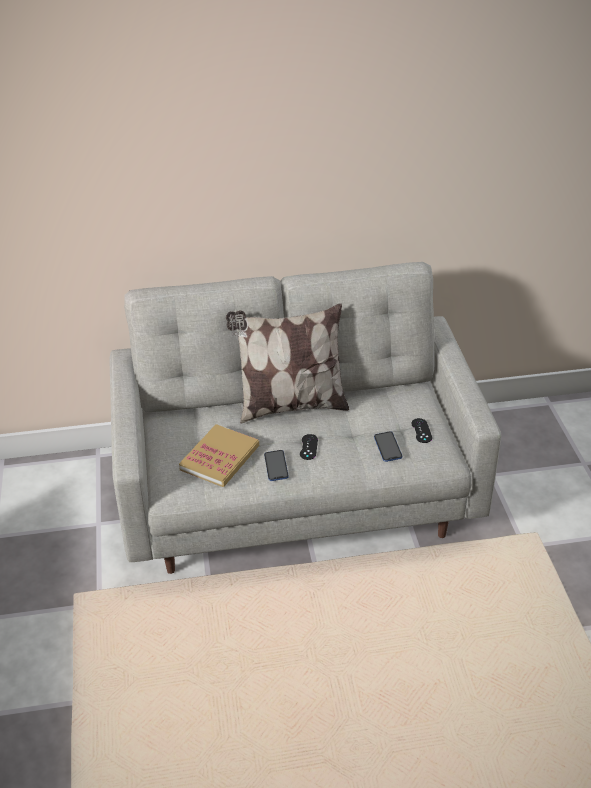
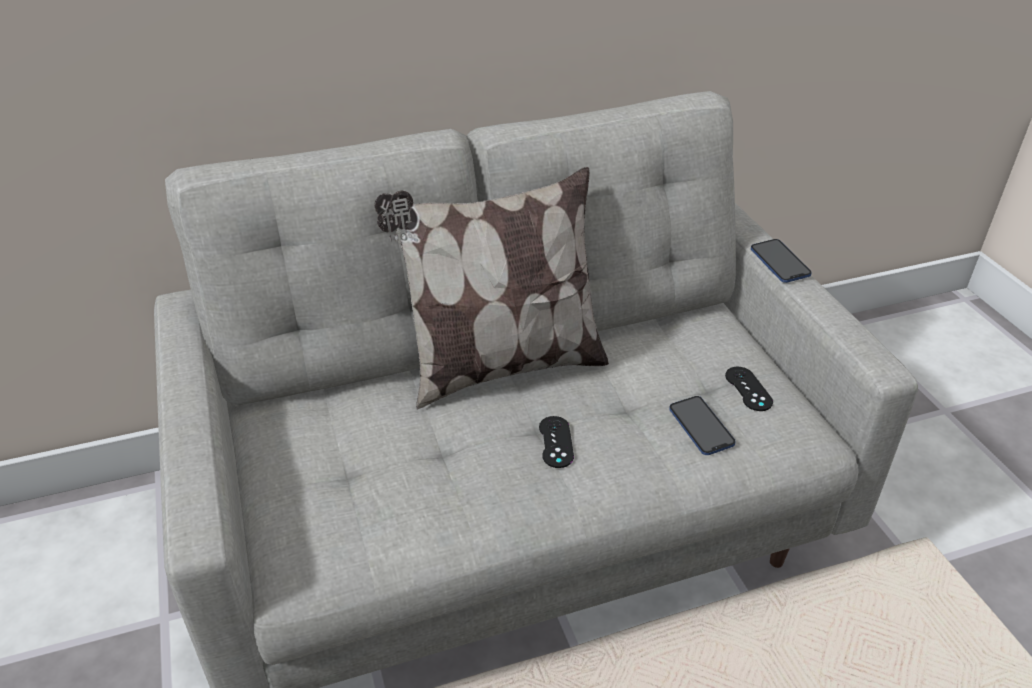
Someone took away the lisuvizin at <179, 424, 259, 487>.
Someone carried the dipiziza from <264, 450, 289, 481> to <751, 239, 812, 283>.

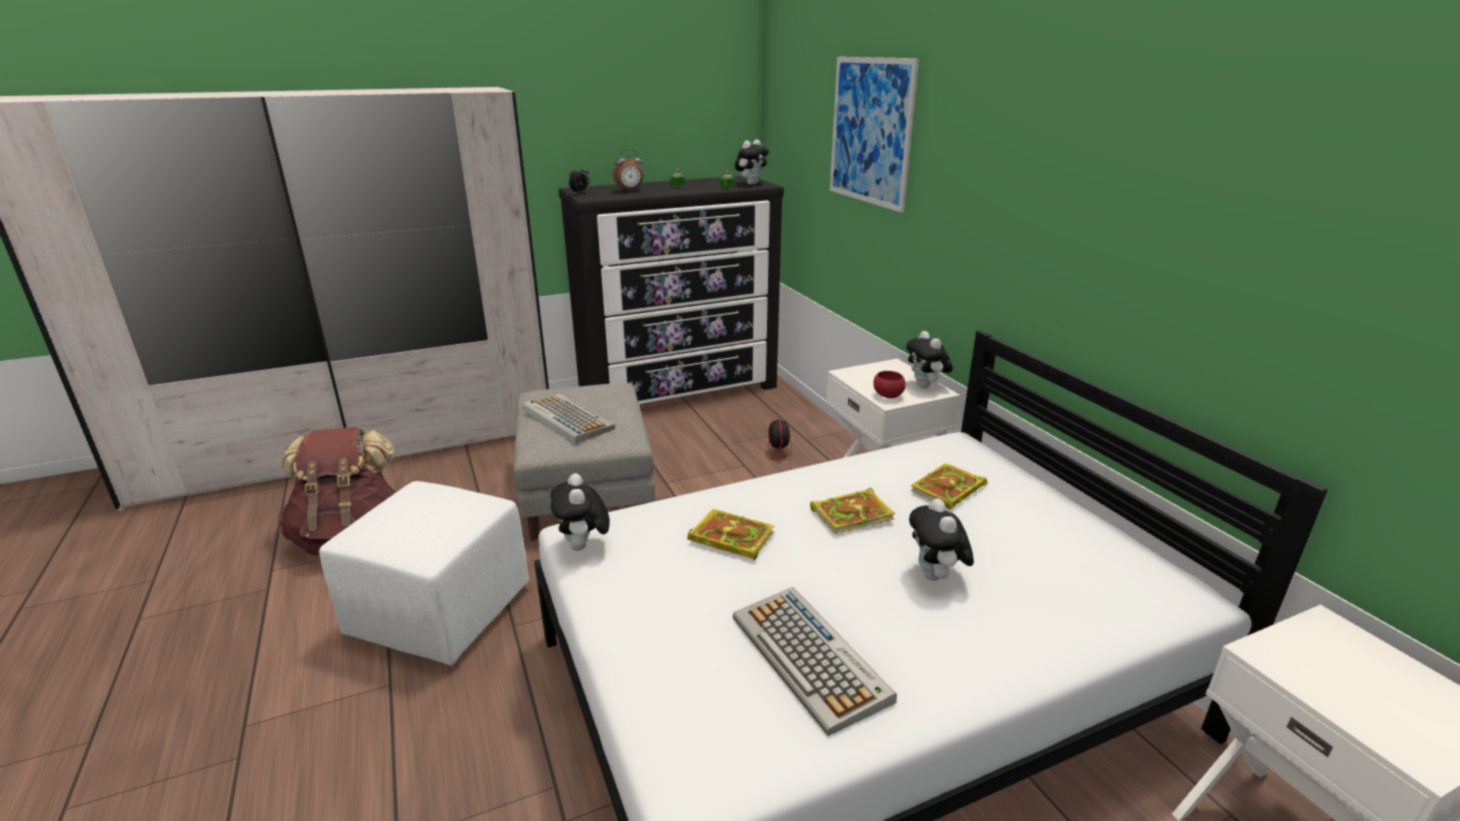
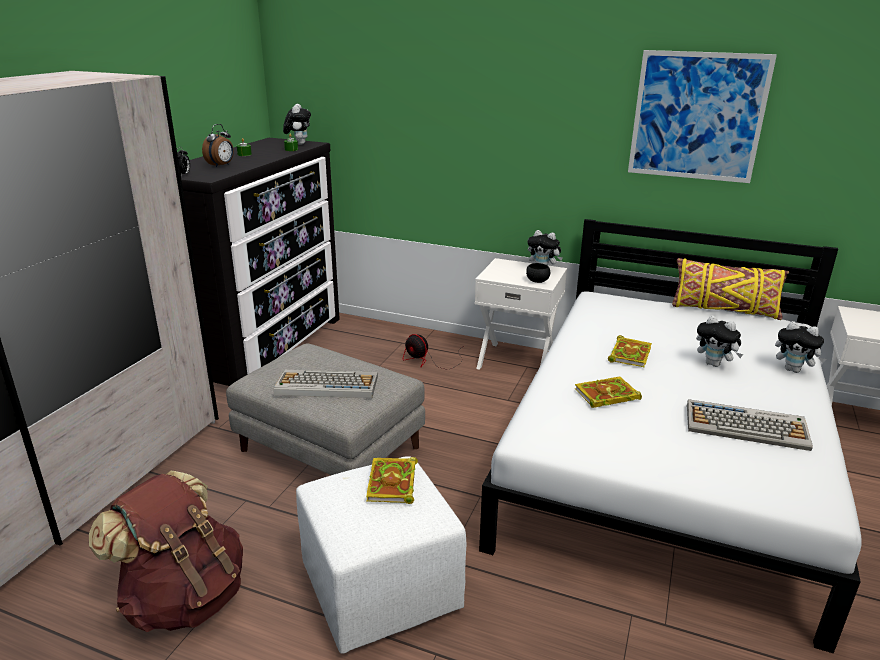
Someone carried the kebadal from <551, 473, 610, 551> to <775, 321, 826, 373>.
Someone carried the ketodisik from <830, 57, 919, 213> to <628, 50, 777, 183>.
Someone repainted the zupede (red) at <873, 371, 906, 398>, which became the zupede (black) at <526, 263, 550, 283>.
Someone carried the lisuvizin from <910, 463, 987, 509> to <366, 457, 418, 504>.
Someone put down the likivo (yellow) at <672, 258, 789, 320>.

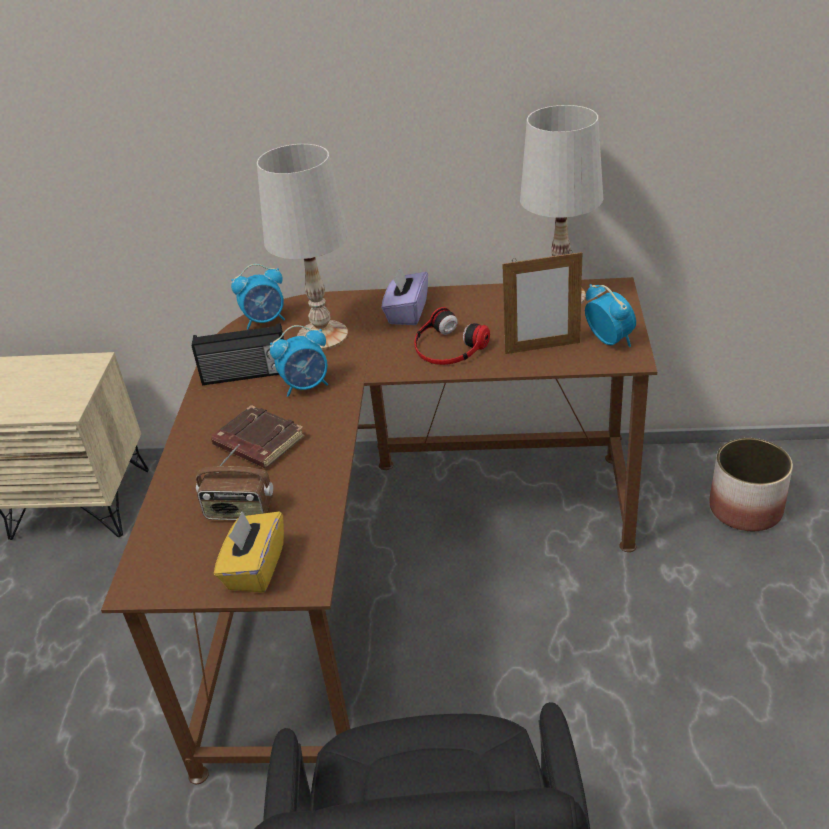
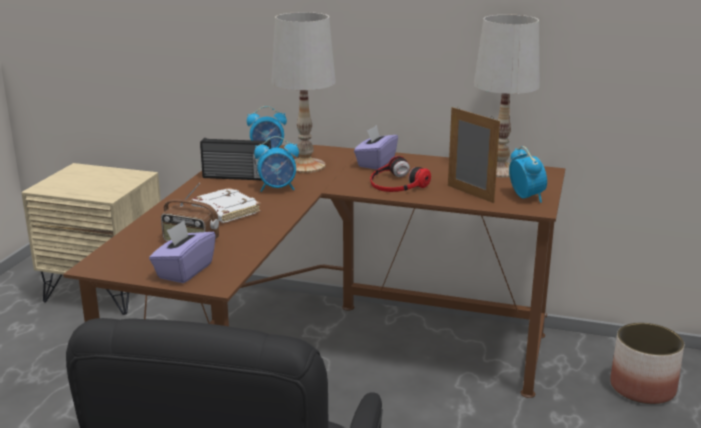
Someone repainted the lisuvizin (brown) at <211, 405, 305, 468>, which became the lisuvizin (white) at <191, 188, 261, 223>.
Someone repainted the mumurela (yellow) at <214, 511, 284, 593>, which became the mumurela (purple) at <149, 220, 216, 283>.
Someone rotated the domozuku at <502, 250, 582, 354> by 135 degrees counterclockwise.

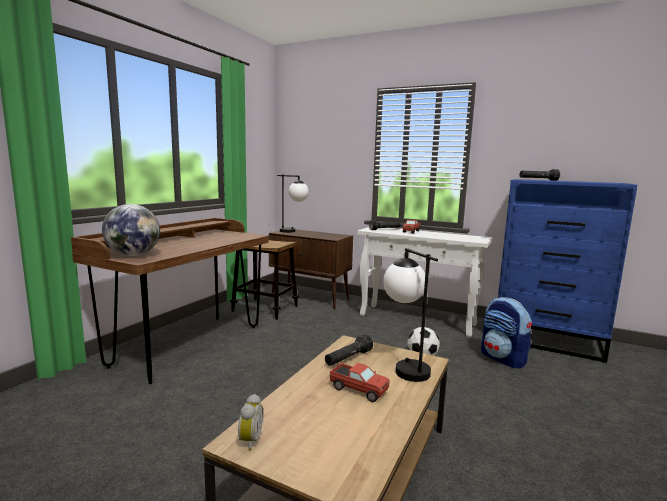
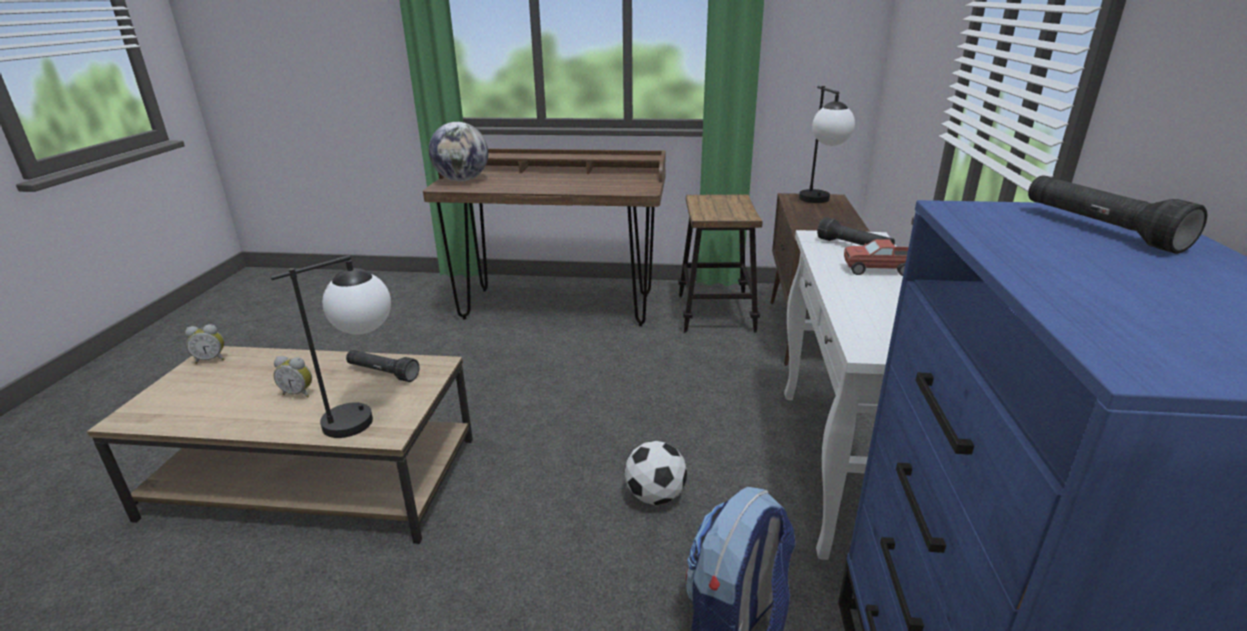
Someone swapped the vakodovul at <330, 363, 390, 402> for the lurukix at <274, 356, 312, 398>.

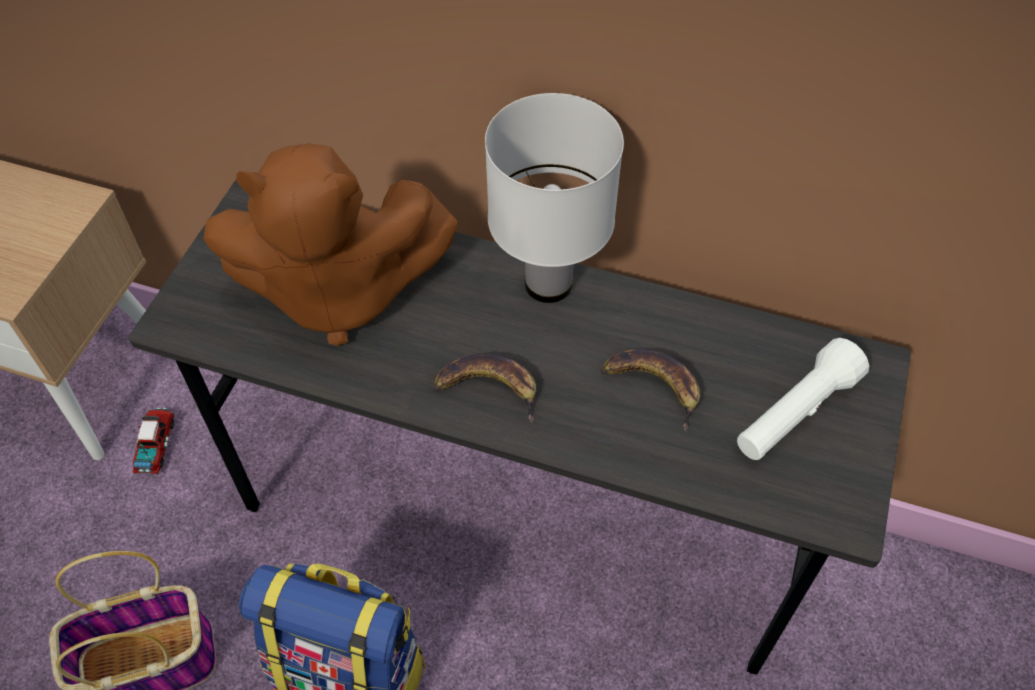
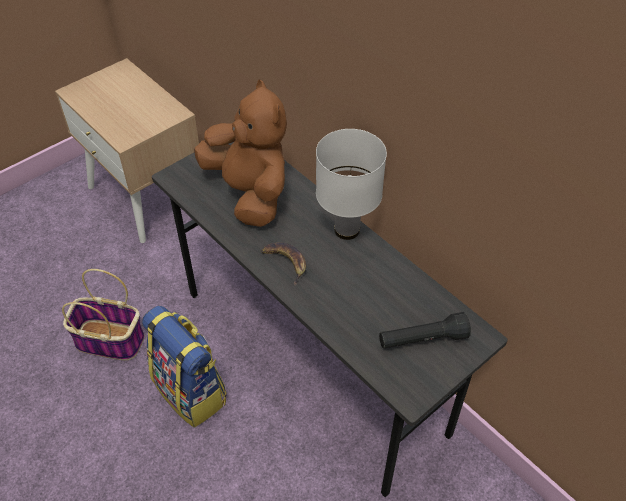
Someone took away the vakodovul at <133, 407, 174, 474>.
Someone rotated the kebadal (brown) at <203, 143, 457, 346> by 150 degrees counterclockwise.
Someone took away the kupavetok at <600, 349, 700, 431>.
Someone repainted the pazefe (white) at <737, 338, 869, 460>, which became the pazefe (black) at <379, 312, 471, 349>.

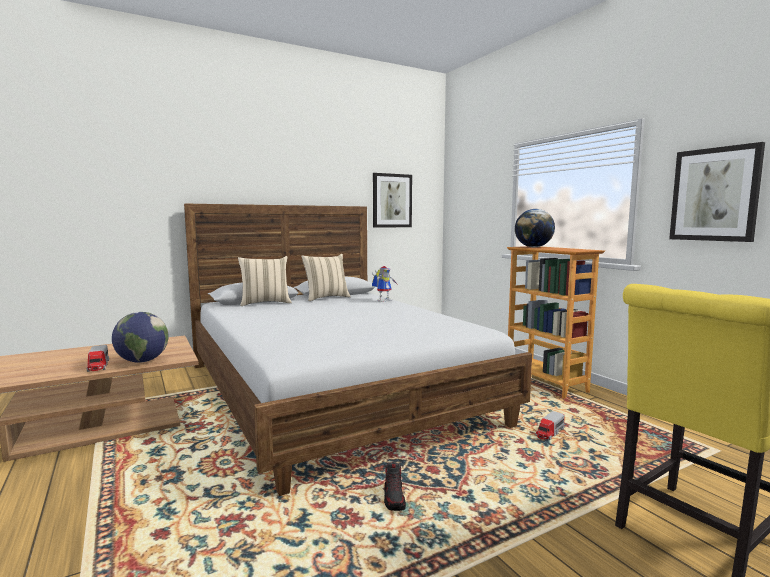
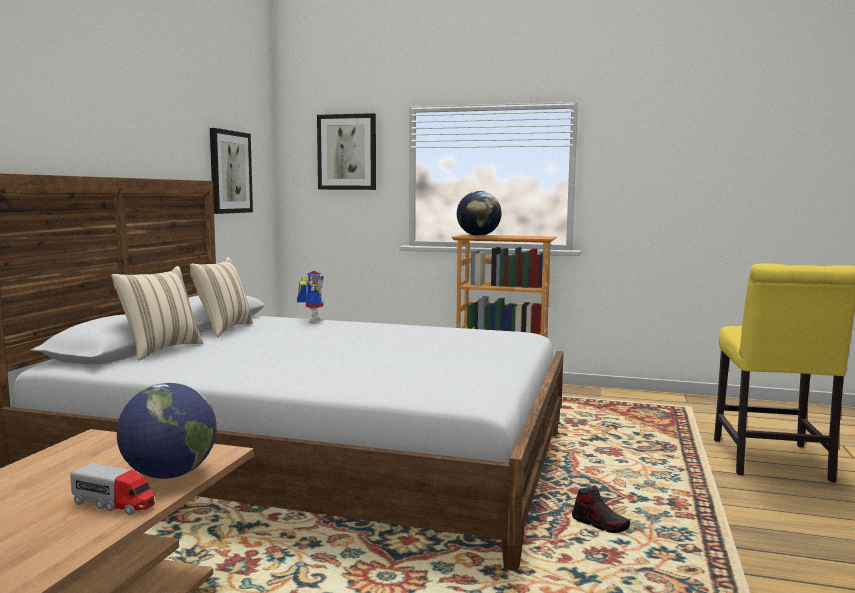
Someone took away the vakodovul at <535, 411, 565, 440>.
Someone carried the ketodisik from <669, 142, 765, 242> to <317, 113, 376, 190>.

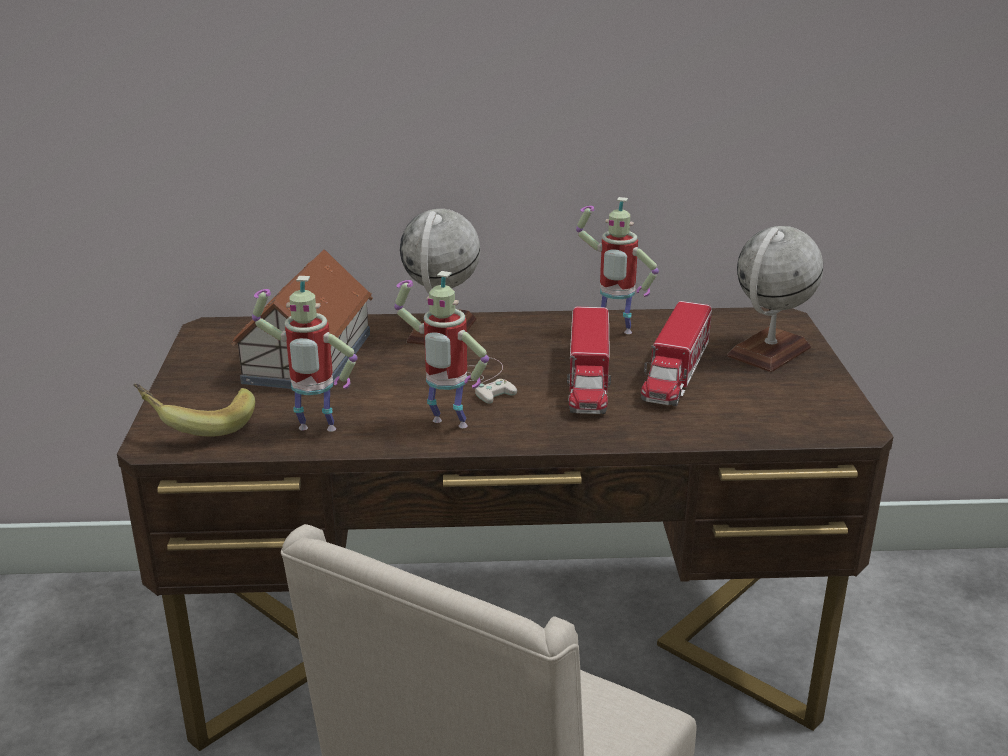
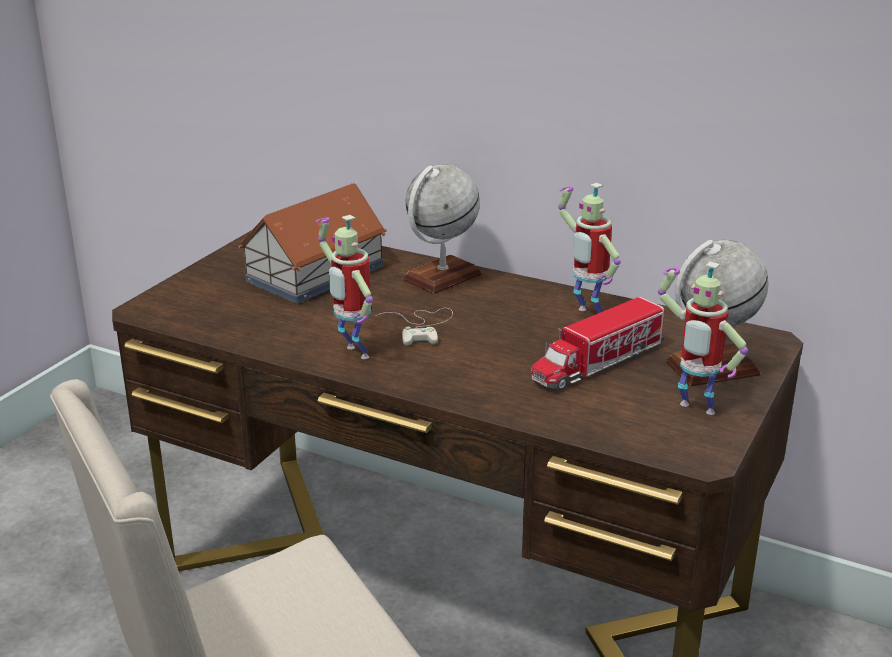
Someone took away the kupavetok at <133, 384, 255, 437>.
Someone carried the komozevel from <252, 276, 357, 432> to <658, 262, 748, 415>.
Someone took away the vakodovul at <567, 307, 611, 414>.

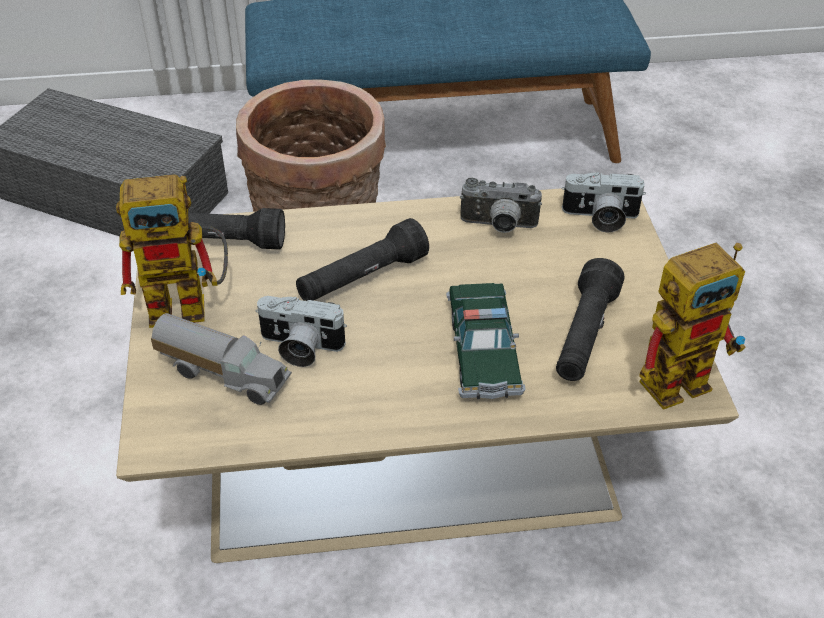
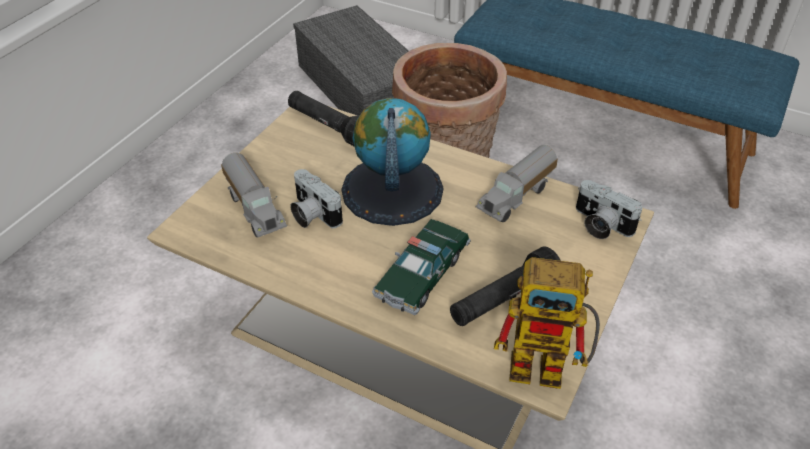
Someone took away the komozevel at <116, 174, 228, 328>.
Someone swapped the pazefe (black) at <296, 218, 429, 301> for the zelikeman at <341, 98, 444, 226>.
Someone swapped the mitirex at <460, 178, 542, 233> for the vakodovul at <476, 145, 558, 222>.

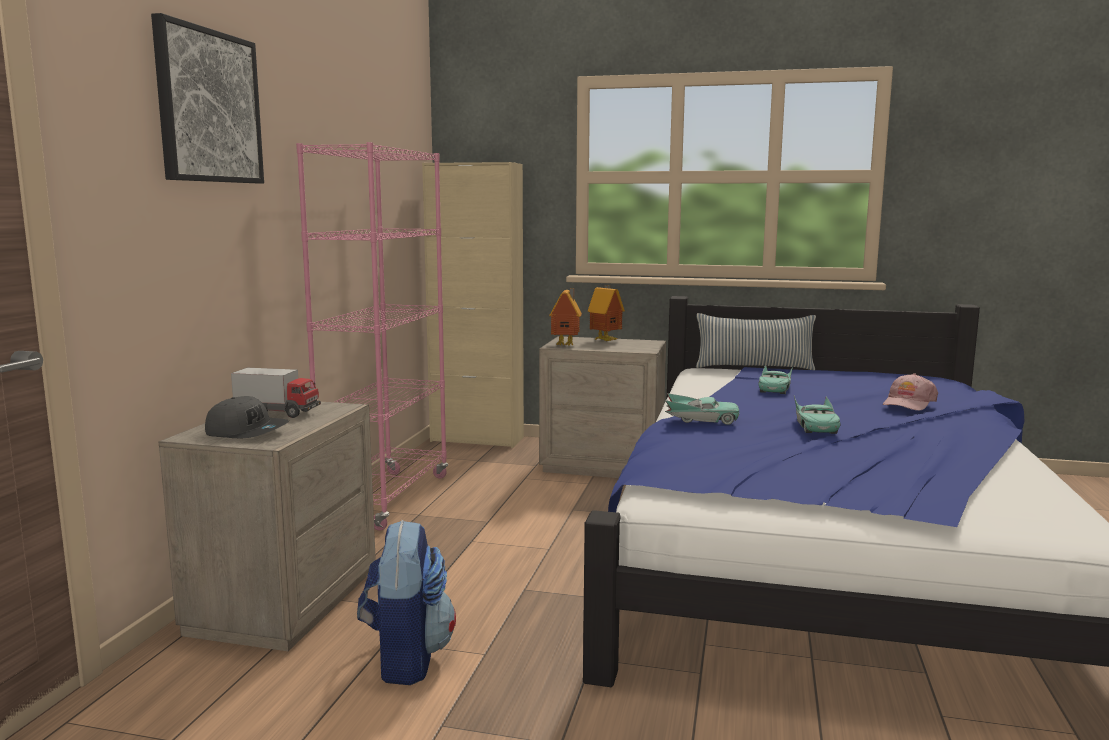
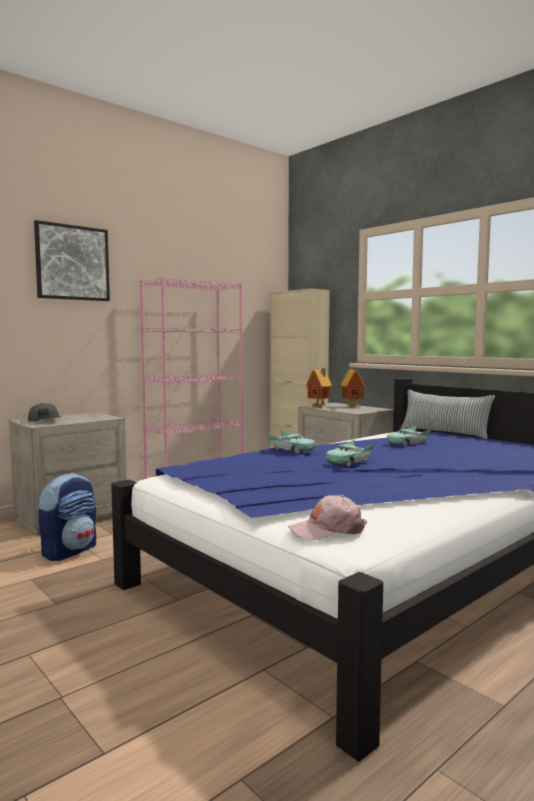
Someone took away the vakodovul at <231, 368, 321, 418>.
Someone carried the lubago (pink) from <883, 374, 938, 410> to <288, 495, 367, 540>.

